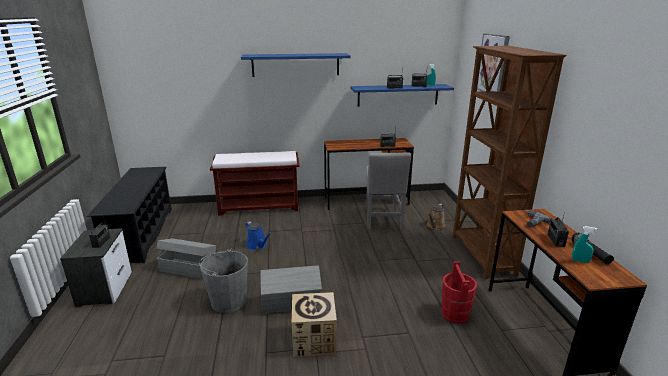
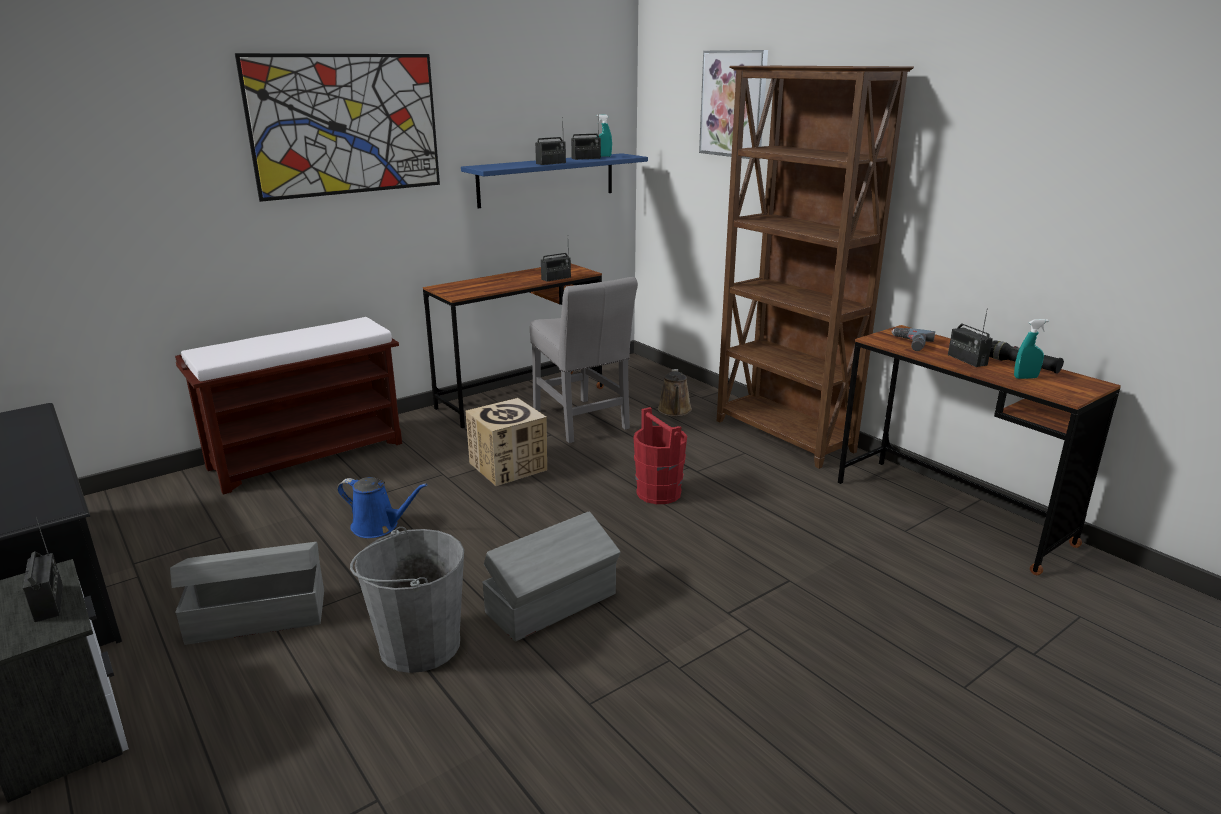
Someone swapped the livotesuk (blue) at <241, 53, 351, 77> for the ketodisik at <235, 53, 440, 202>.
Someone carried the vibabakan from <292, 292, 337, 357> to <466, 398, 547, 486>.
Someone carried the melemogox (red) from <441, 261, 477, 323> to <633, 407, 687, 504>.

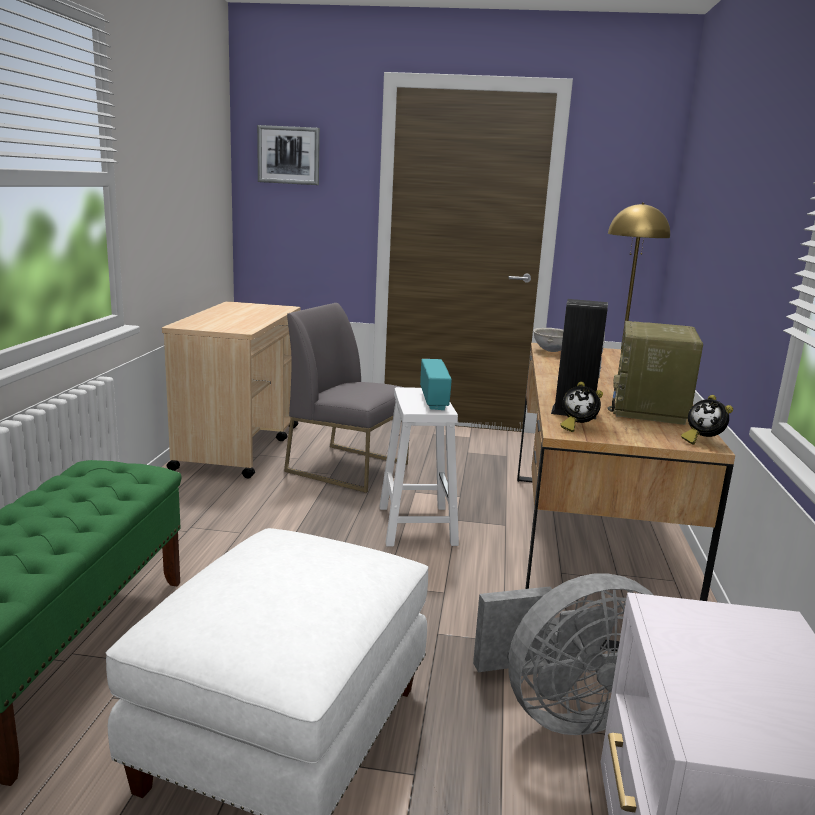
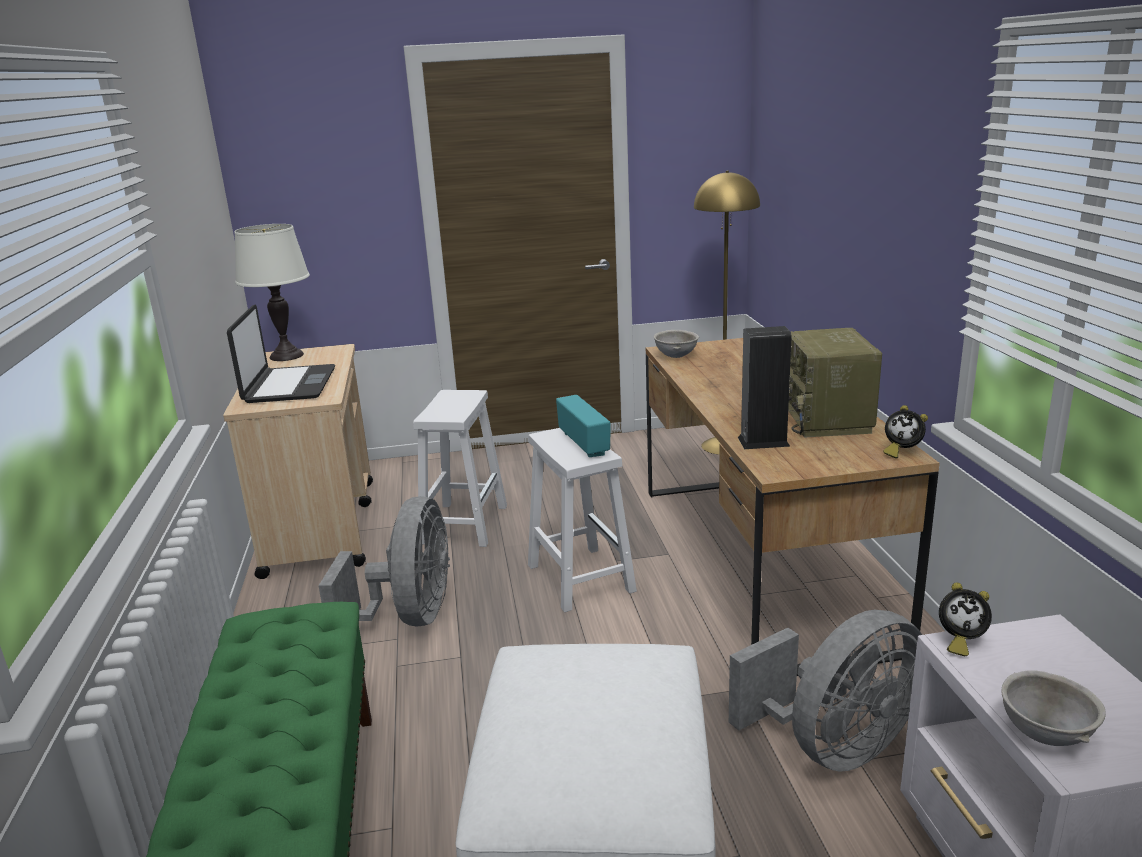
Someone took away the ketodisik at <257, 125, 320, 185>.
Someone swapped the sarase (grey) at <284, 303, 409, 493> for the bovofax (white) at <413, 390, 507, 547>.
Someone carried the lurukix from <560, 382, 603, 432> to <939, 582, 992, 656>.
Someone put down the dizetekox at <227, 304, 335, 403>.
Someone put down the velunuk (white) at <234, 224, 310, 361>.
Someone put down the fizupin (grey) at <318, 496, 450, 626>.
Someone put down the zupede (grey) at <1002, 670, 1106, 746>.

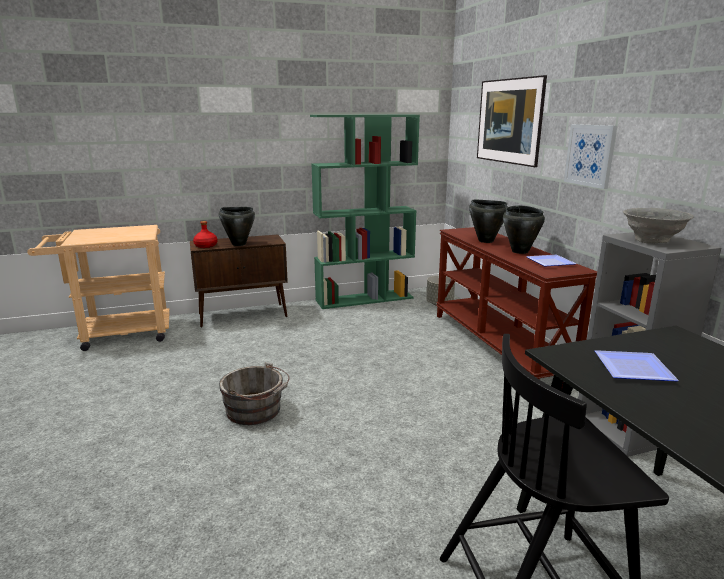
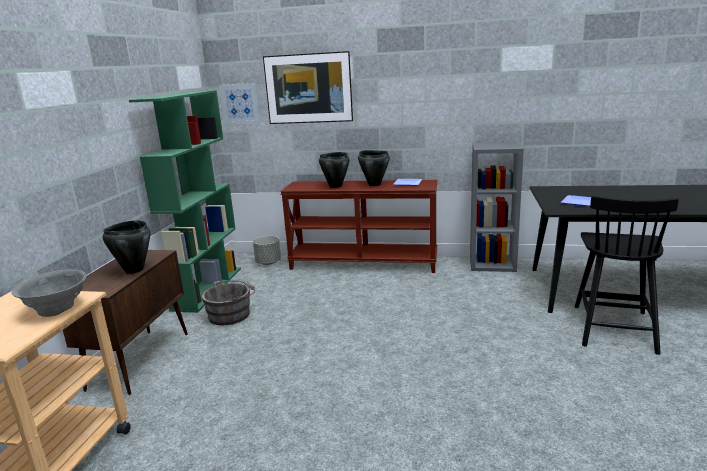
Someone took away the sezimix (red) at <193, 221, 218, 248>.
Someone carried the melemogox (grey) from <219, 362, 290, 425> to <202, 280, 255, 325>.
Someone carried the ketodisik from <564, 124, 617, 189> to <219, 83, 261, 124>.
Someone carried the zupede (grey) from <623, 208, 694, 244> to <12, 270, 86, 317>.

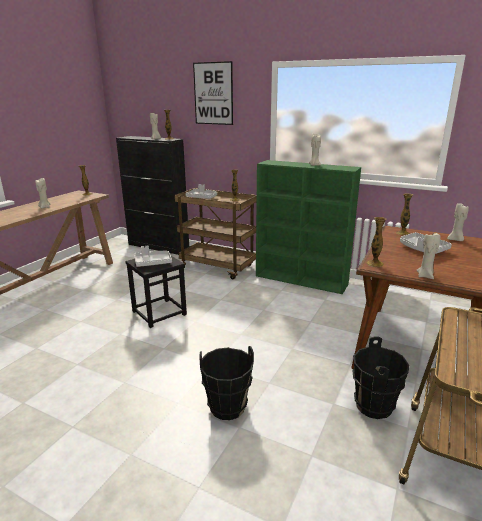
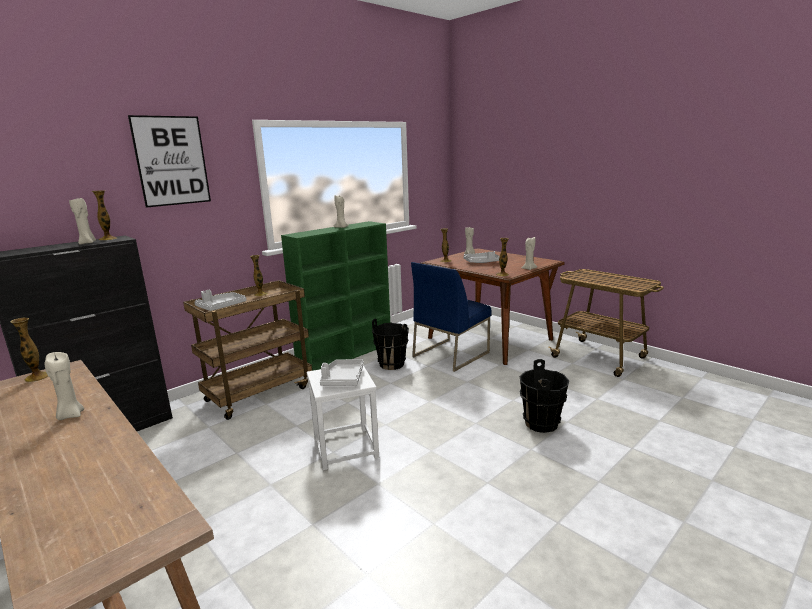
Someone repainted the bovofax (black) at <125, 256, 187, 328>, which became the bovofax (white) at <307, 365, 379, 470>.
Someone carried the melemogox (black) from <352, 336, 409, 419> to <372, 319, 409, 370>.
Someone put down the sarase (blue) at <411, 262, 491, 372>.

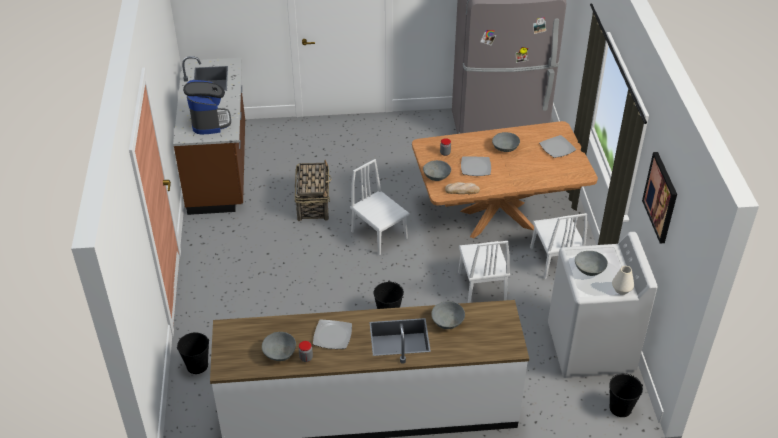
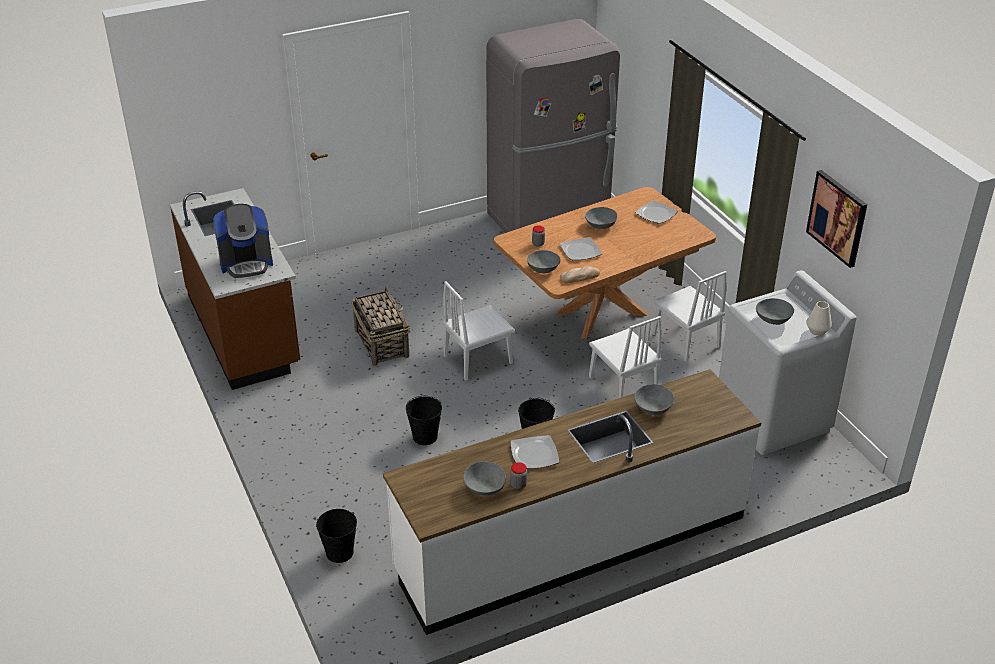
Someone rotated the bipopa at <183, 80, 231, 134> by 105 degrees clockwise.
Someone rotated the sarase (white) at <350, 159, 409, 255> by 60 degrees counterclockwise.
Someone carried the melemogox (black) from <609, 373, 643, 417> to <406, 396, 442, 445>.

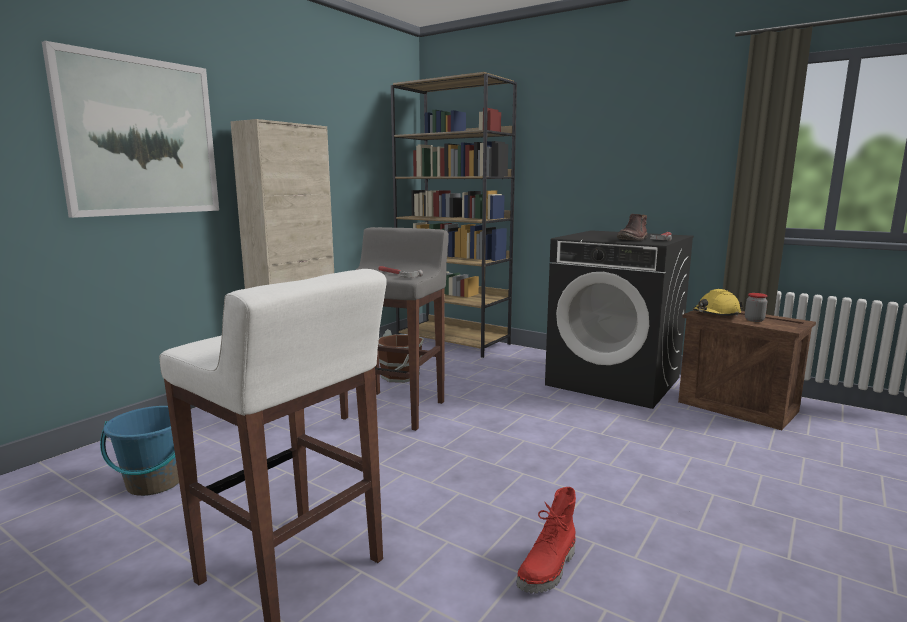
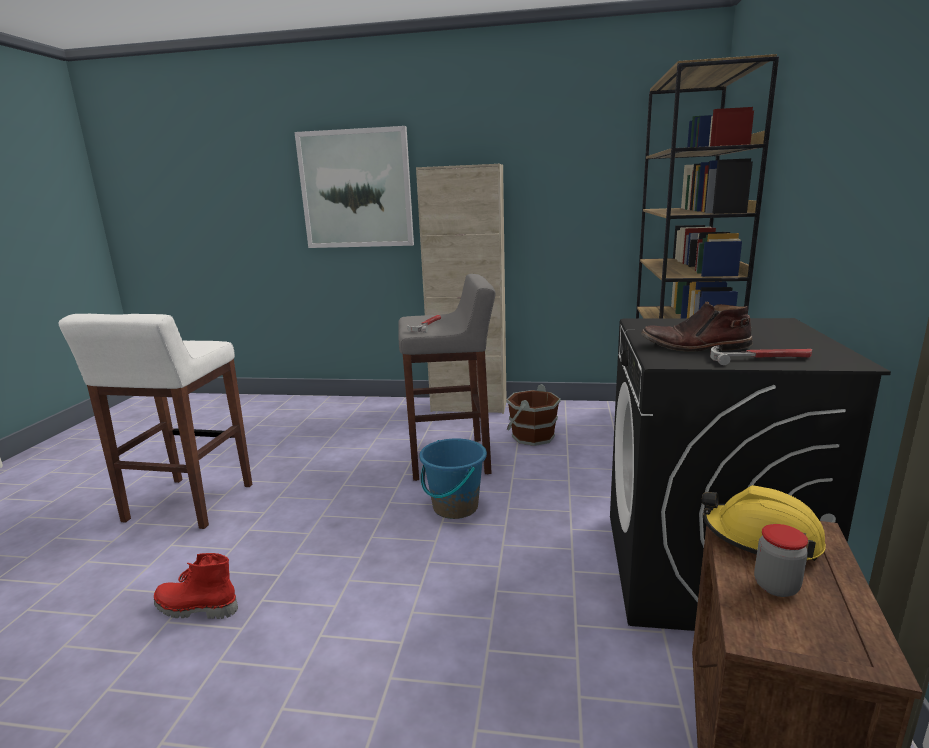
Someone carried the melemogox (blue) from <100, 406, 179, 496> to <419, 438, 487, 519>.

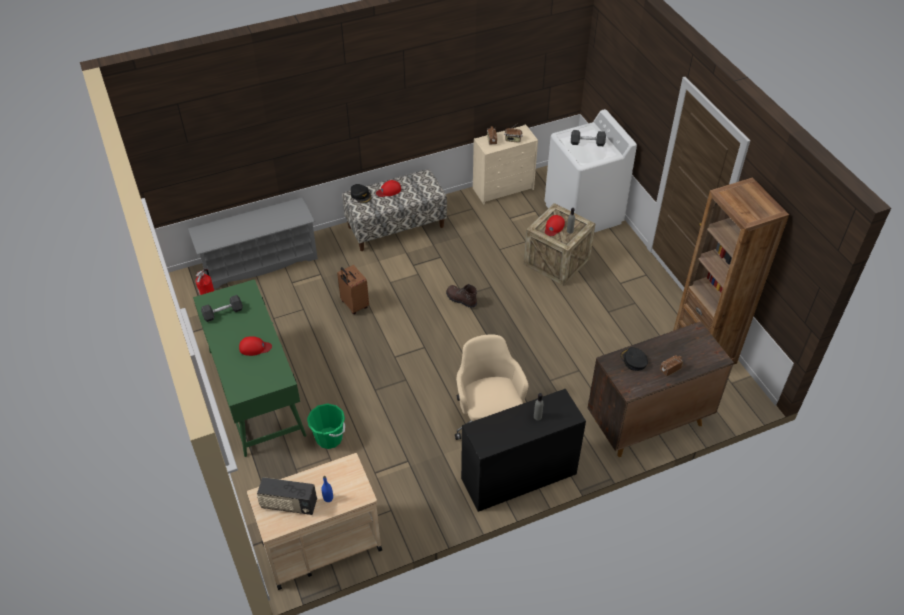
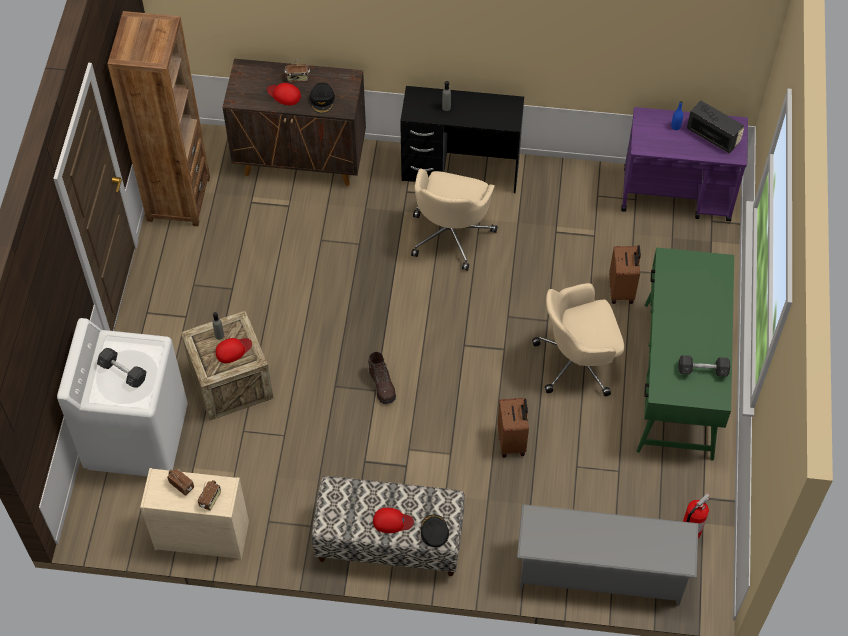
Someone carried the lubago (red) from <239, 336, 272, 356> to <267, 83, 301, 105>.
Someone repainted the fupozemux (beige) at <247, 453, 382, 590>, which became the fupozemux (purple) at <621, 107, 748, 221>.
Someone swapped the melemogox (green) at <307, 403, 345, 449> for the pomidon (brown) at <609, 245, 641, 304>.
Someone put down the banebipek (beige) at <532, 283, 624, 396>.

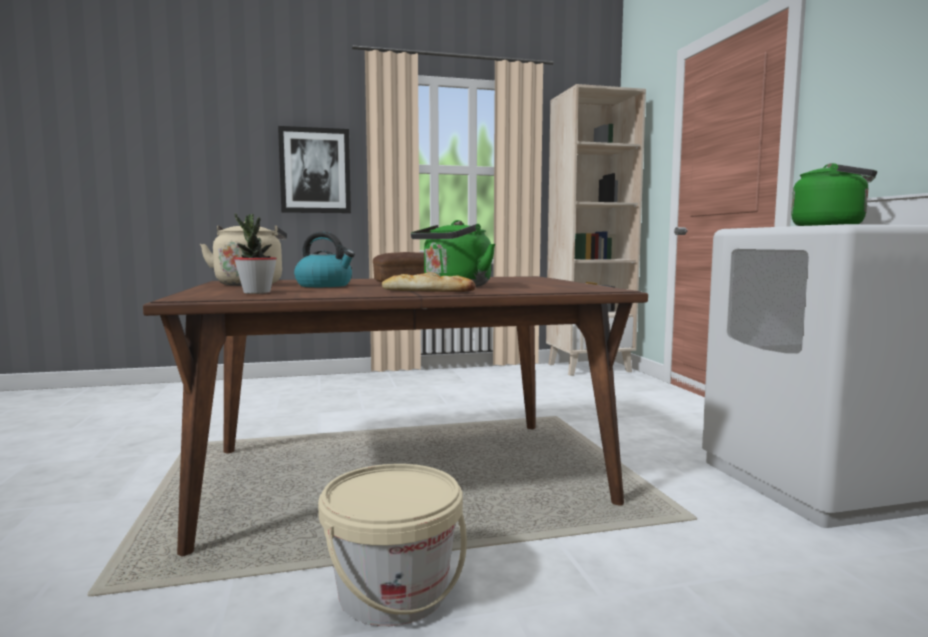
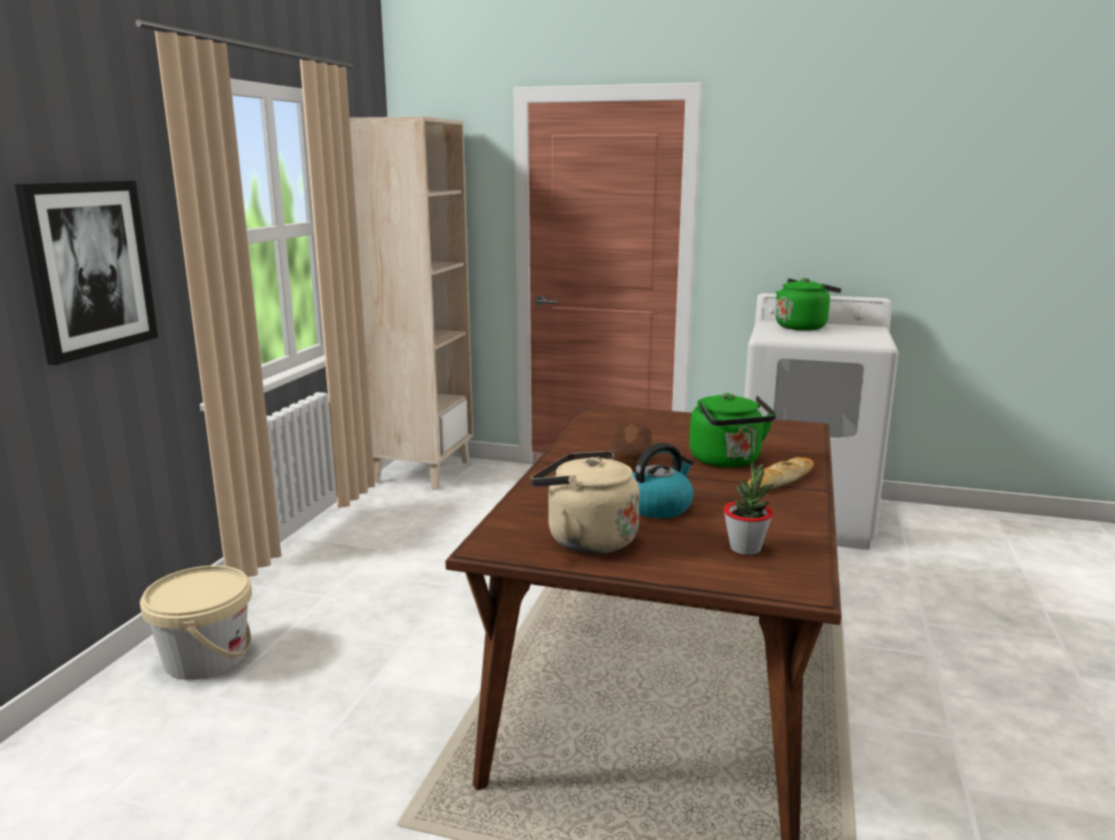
Someone carried the melemogox (beige) from <318, 464, 467, 626> to <140, 566, 252, 680>.

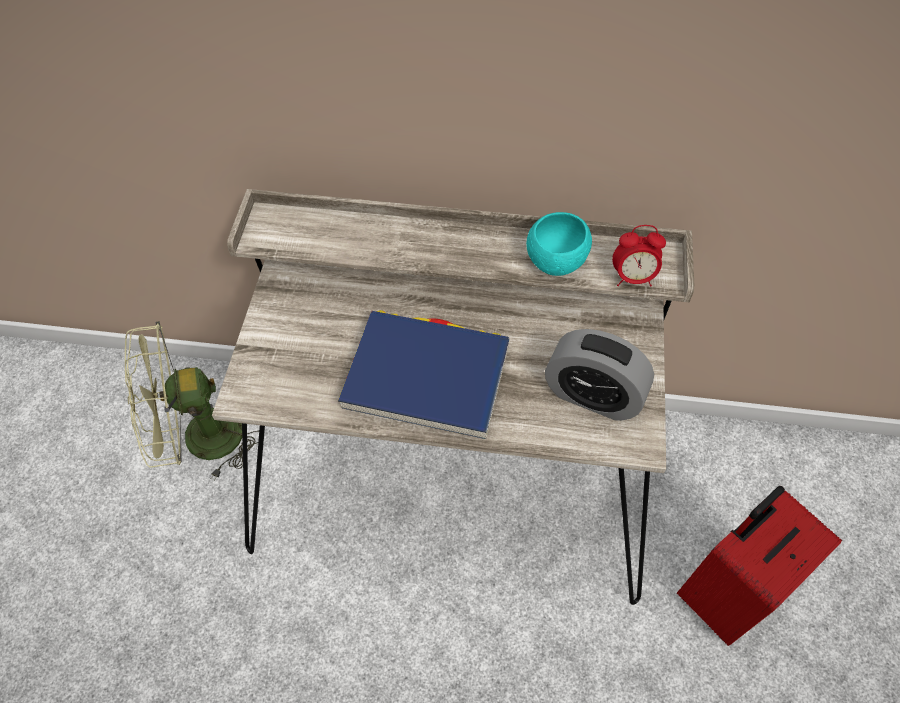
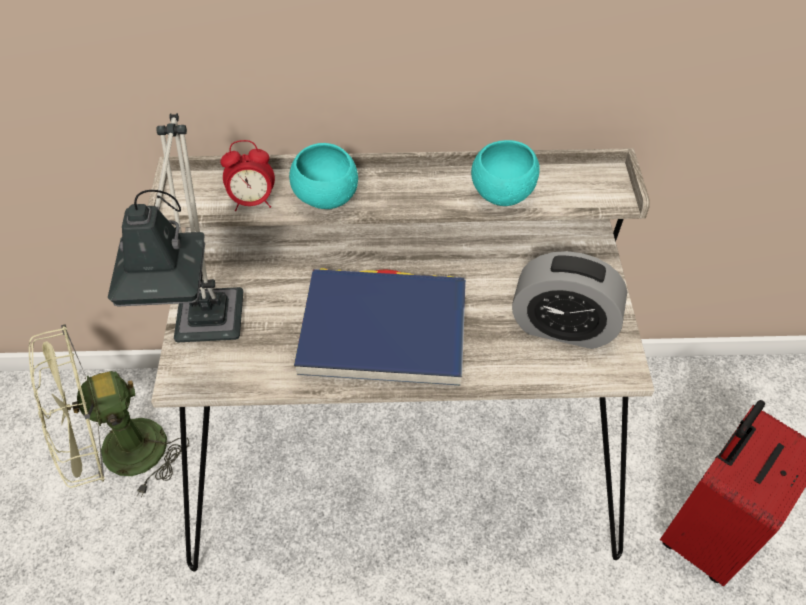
Someone carried the lurukix from <612, 225, 666, 287> to <221, 140, 275, 211>.
Someone put down the velunuk at <108, 113, 243, 343>.
Someone put down the zupede (turquoise) at <289, 143, 358, 209>.

